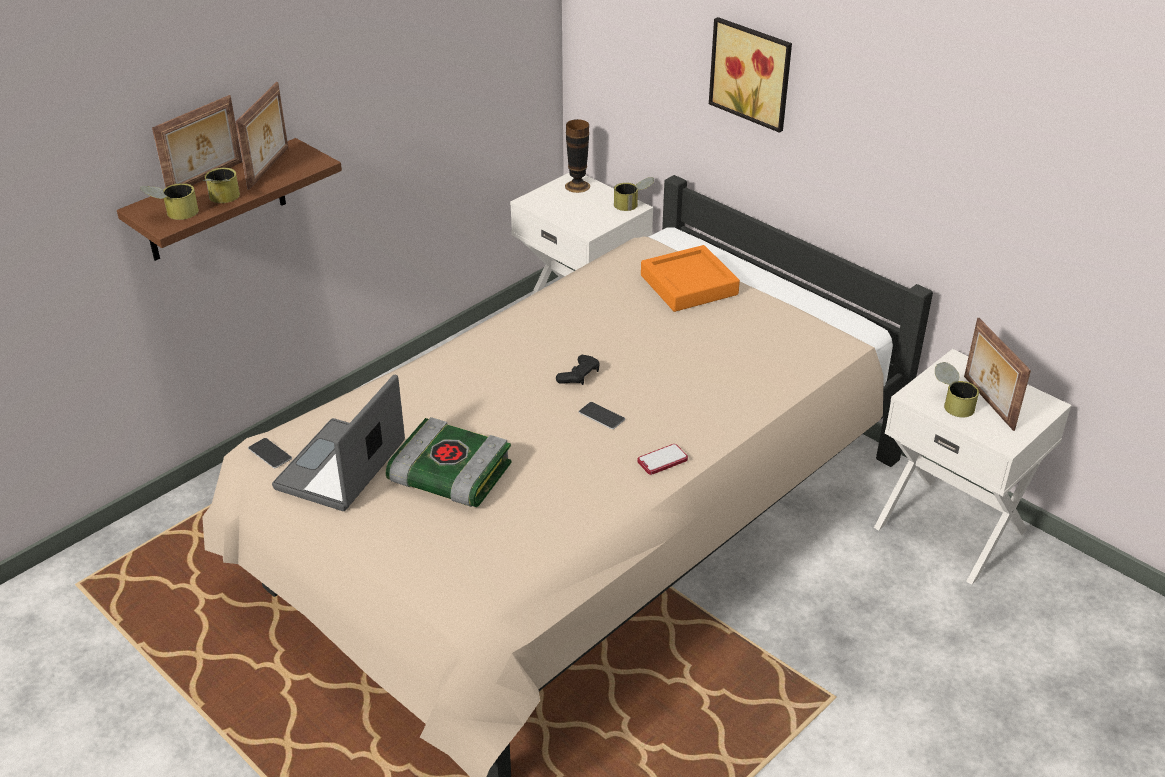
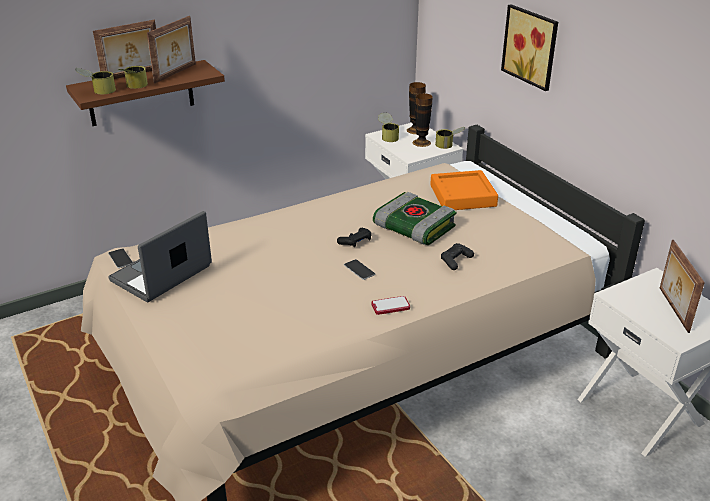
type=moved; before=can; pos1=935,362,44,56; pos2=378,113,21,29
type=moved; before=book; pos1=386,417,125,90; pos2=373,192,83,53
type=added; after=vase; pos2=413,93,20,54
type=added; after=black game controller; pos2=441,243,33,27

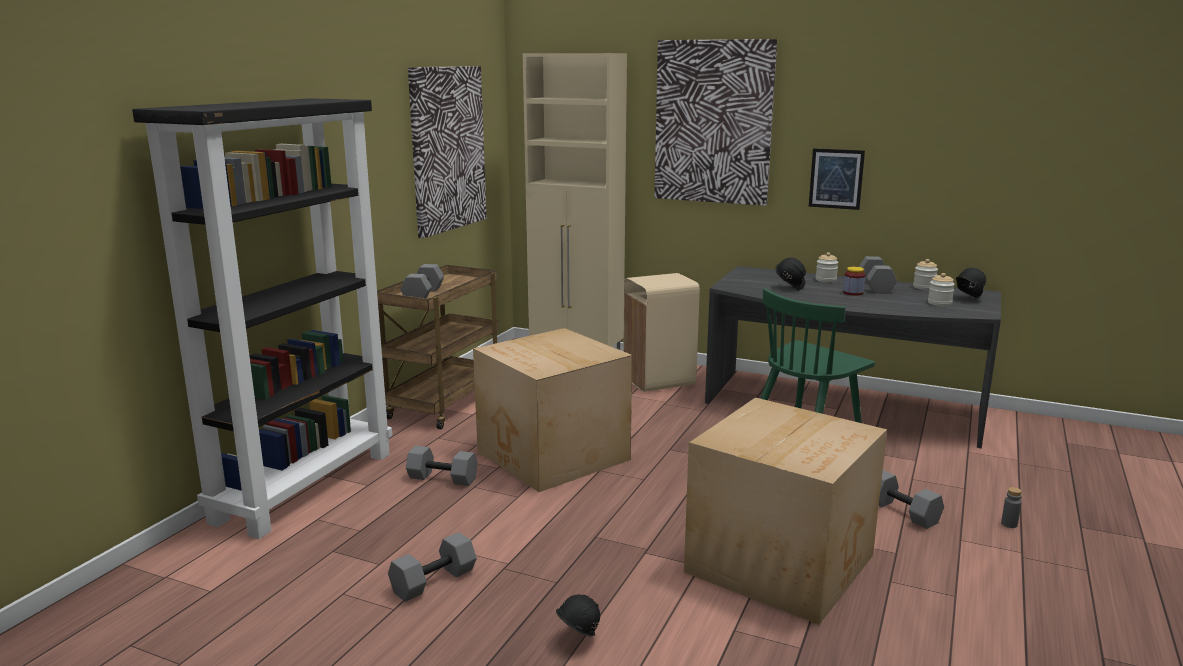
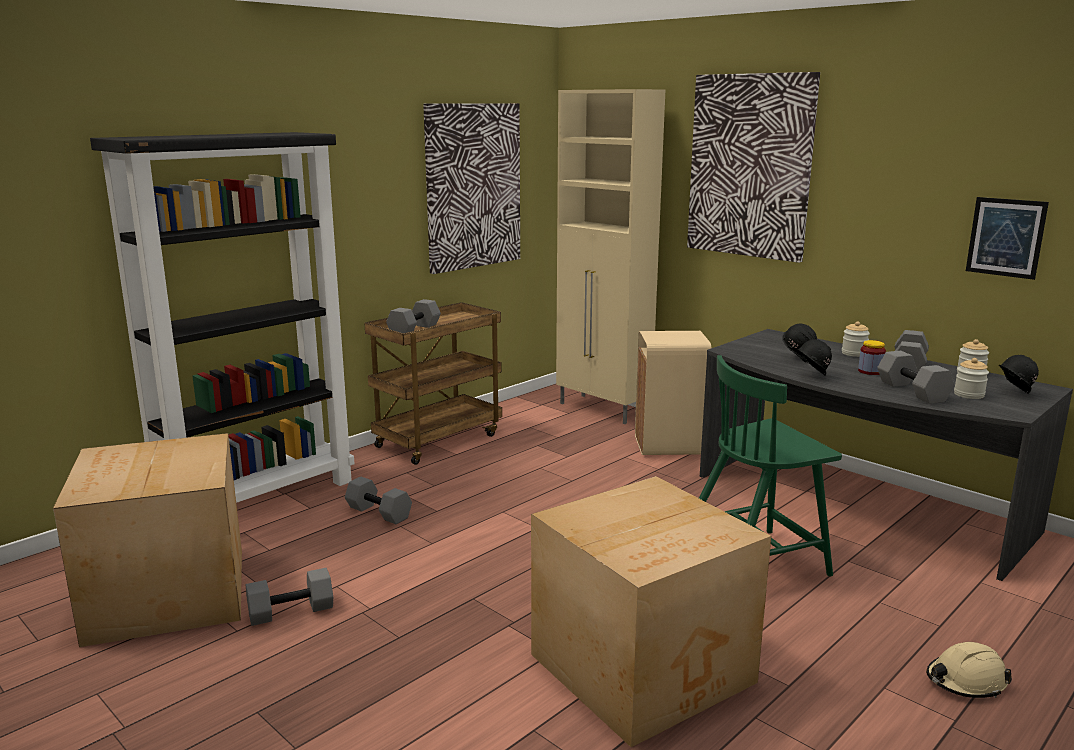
type=moved; before=picture; pos1=809,148,56,62; pos2=966,197,83,83
type=moved; before=cardboard box; pos1=473,328,159,164; pos2=53,433,189,214
type=moved; before=grey dumbbell; pos1=879,470,65,59; pos2=877,351,78,53
type=replaced; before=grey bottle; after=beige hard hat; pos1=1001,487,21,41; pos2=926,642,86,56
type=moved; before=black hard hat; pos1=556,595,44,42; pos2=798,339,34,37

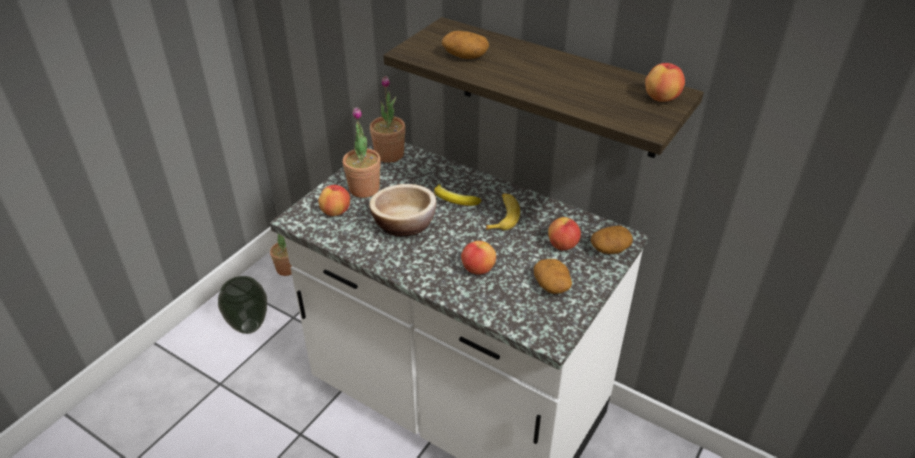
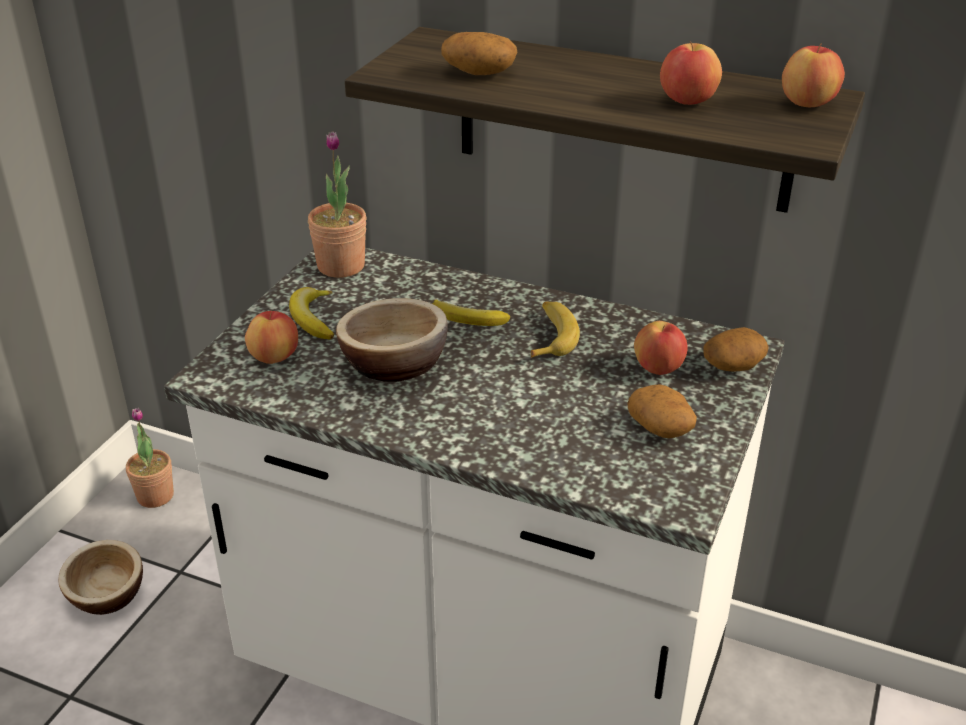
type=replaced; before=potted plant; after=banana; pos1=343,107,38,91; pos2=289,287,45,52
type=moved; before=apple; pos1=461,241,35,34; pos2=660,42,62,63
type=replaced; before=vase; after=bowl; pos1=218,276,49,58; pos2=58,540,85,75

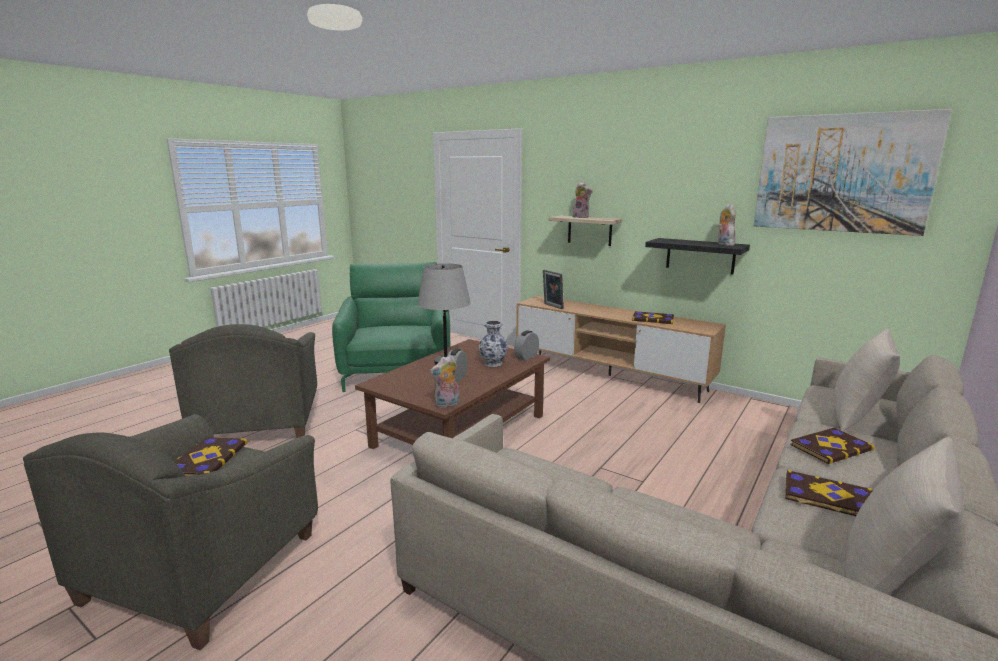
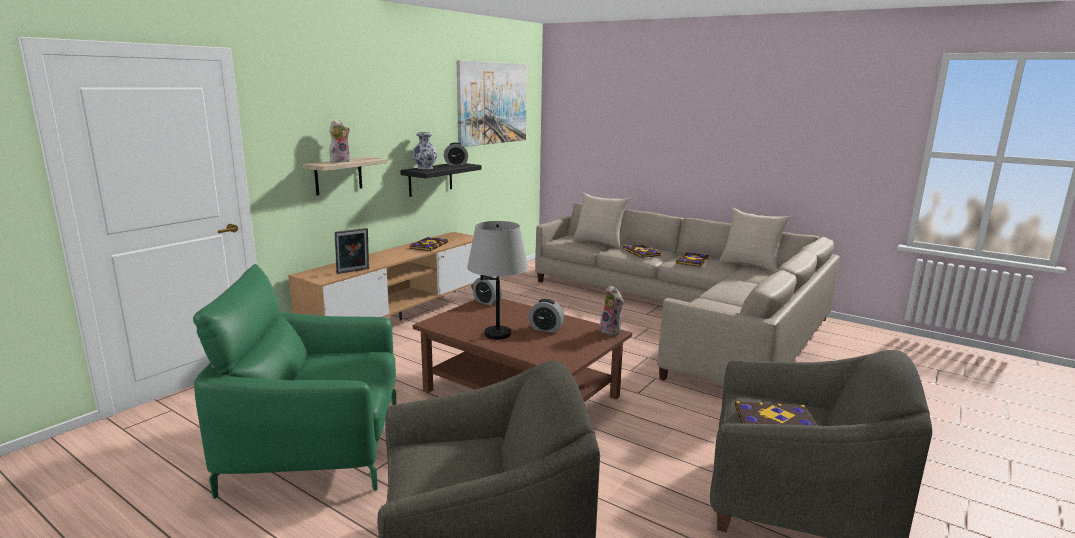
type=replaced; before=plush toy; after=alarm clock; pos1=718,204,18,42; pos2=444,142,24,24
type=moved; before=vase; pos1=478,321,30,46; pos2=412,132,25,37

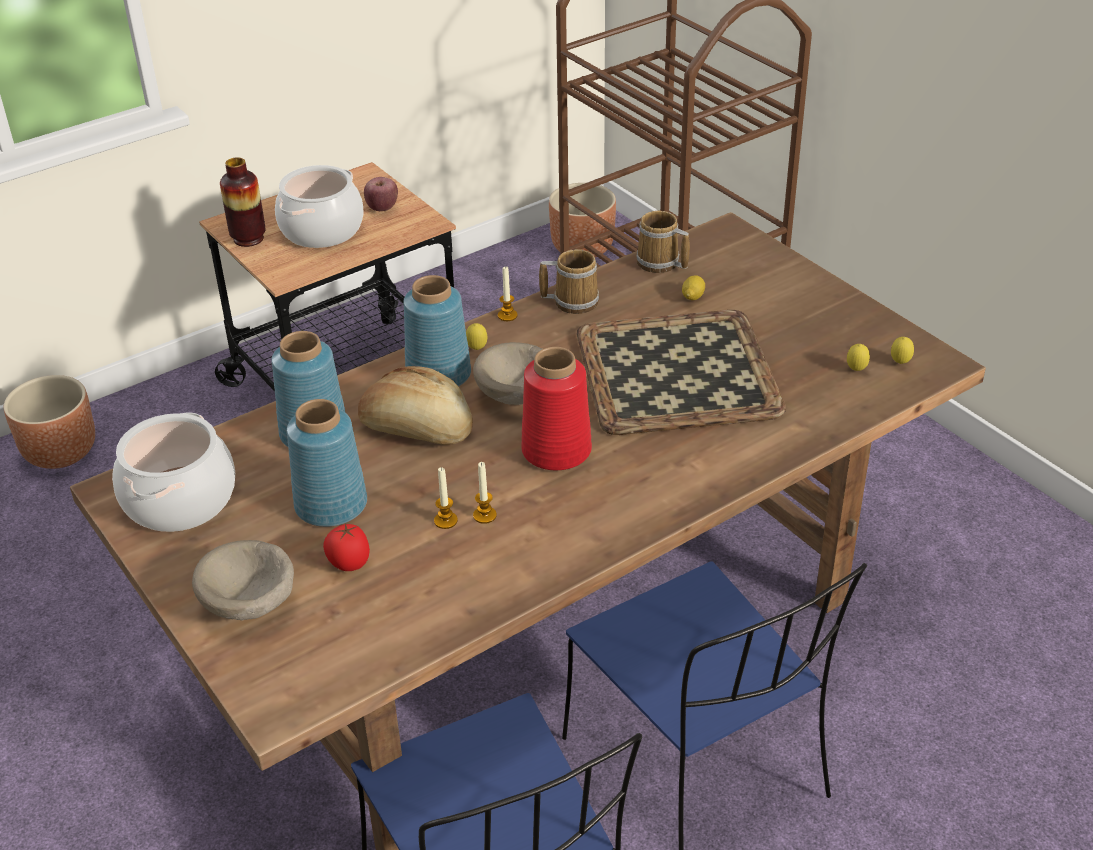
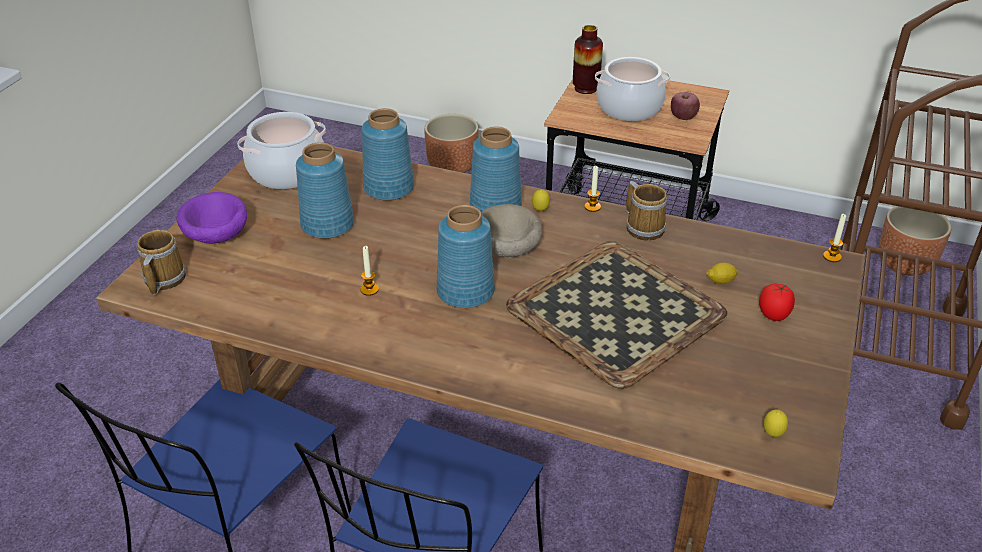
type=moved; before=mug; pos1=636,211,54,62; pos2=137,230,49,65
type=removed; before=lemon; pos1=847,344,23,27
type=recoloured; before=red vase; after=blue vase; pos1=521,347,71,123; pos2=437,205,58,103
type=removed; before=bread; pos1=358,366,115,79
type=moved; before=candle; pos1=434,467,24,62; pos2=823,214,23,48
type=moved; before=tomato; pos1=323,523,47,48; pos2=759,284,36,37
type=recoloured; before=beige bowl; after=purple bowl; pos1=192,540,102,81; pos2=177,192,70,52

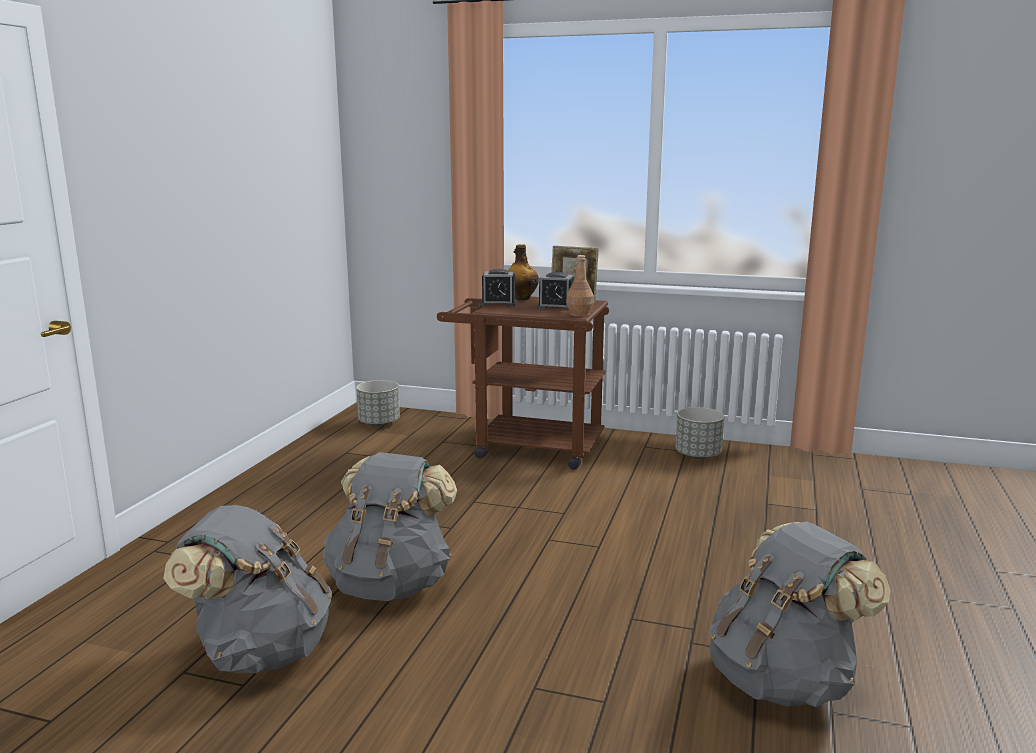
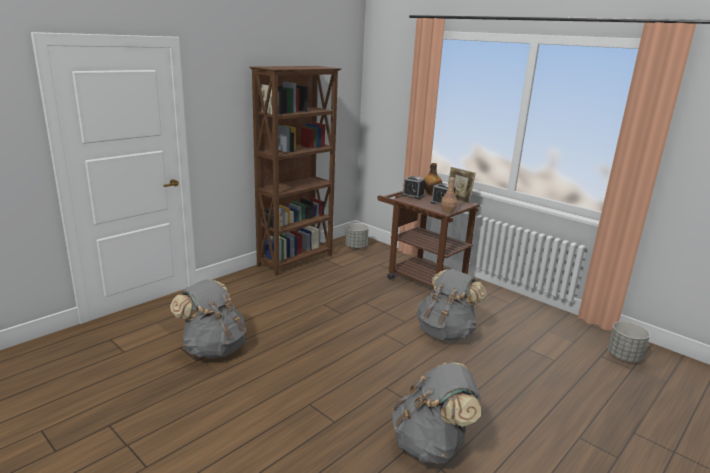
type=moved; before=grey planter; pos1=675,407,50,52; pos2=607,321,43,41
type=moved; before=grey backpack; pos1=323,452,134,149; pos2=417,269,70,72
type=added; after=brown bookcase; pos2=249,66,93,210

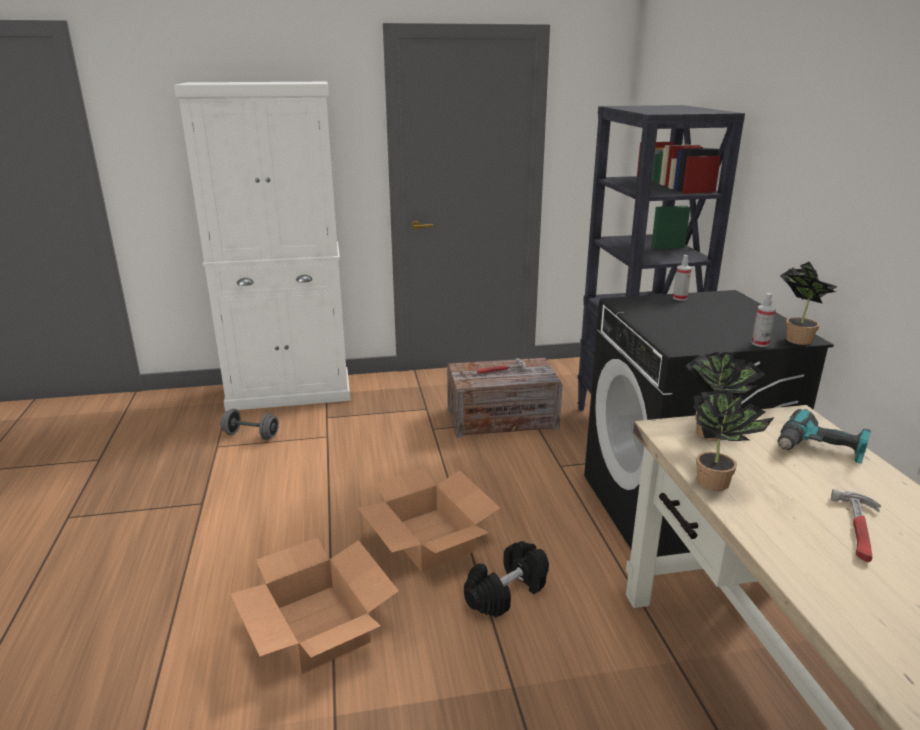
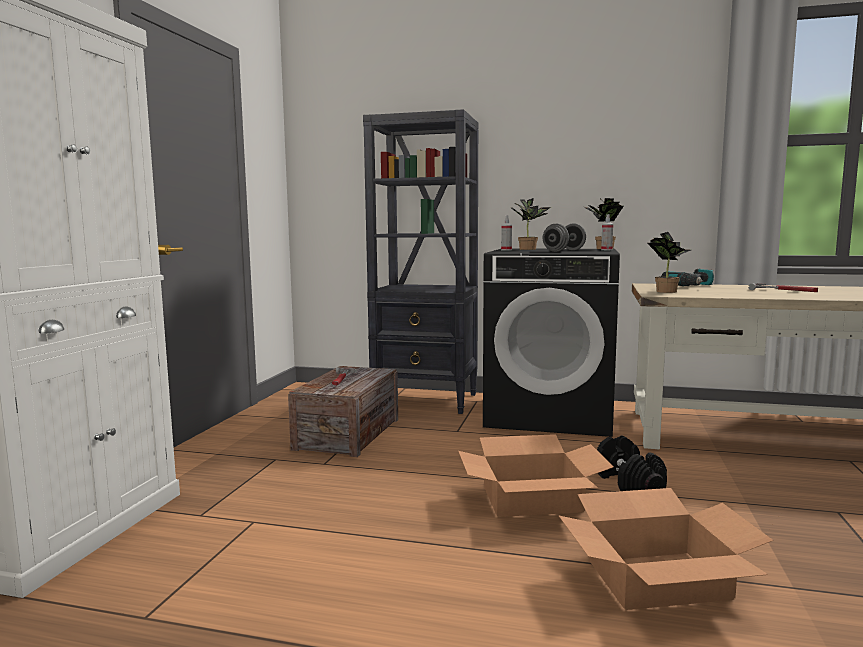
type=moved; before=potted plant; pos1=693,390,82,101; pos2=510,198,41,52
type=moved; before=grey dumbbell; pos1=220,409,59,31; pos2=543,223,43,29

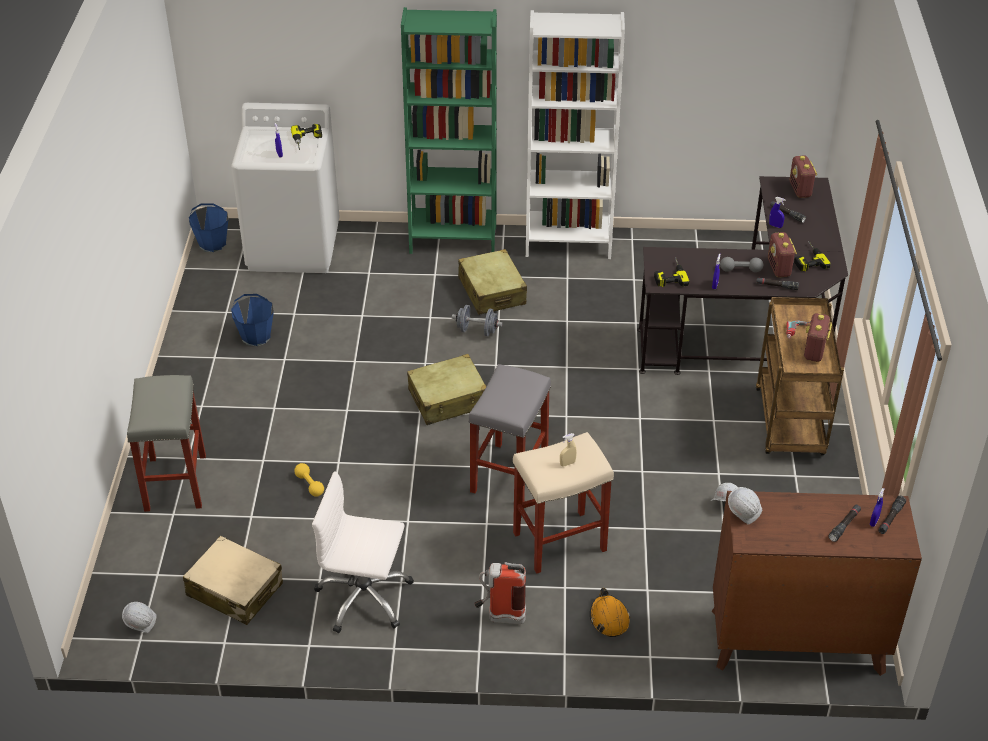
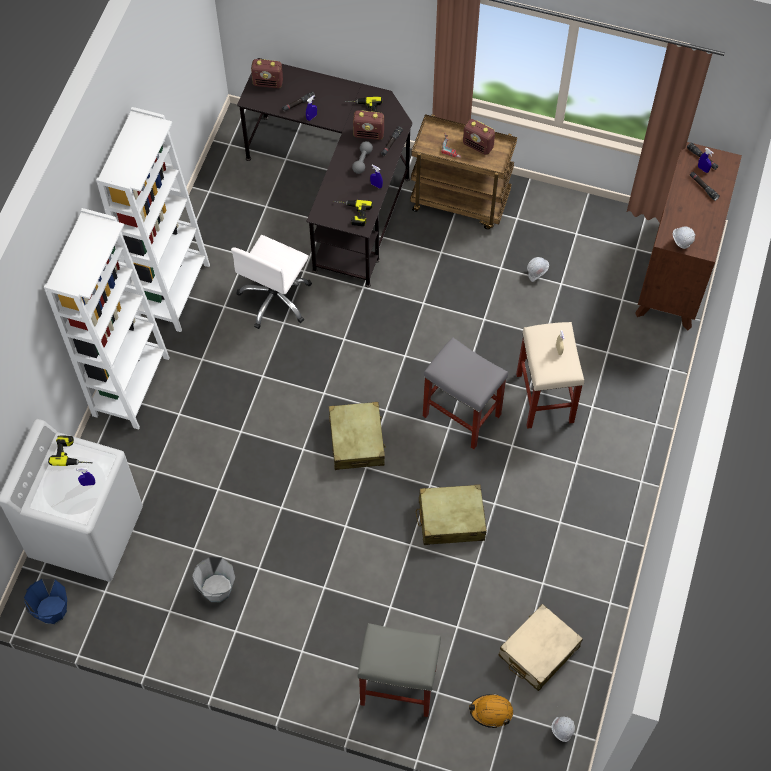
type=recoloured; before=green bookcase; after=white bookcase; pos1=401,7,96,247; pos2=44,208,126,222
type=moved; before=beige suitcase; pos1=458,249,69,66; pos2=416,484,71,61
type=recoloured; before=blue bucket; after=grey bucket; pos1=231,294,43,52; pos2=192,557,43,45
type=removed; before=grey dumbbell; pos1=452,305,51,31
type=removed; before=yellow dumbbell; pos1=294,463,30,34
type=moved; before=white office chair; pos1=312,471,102,162; pos2=231,235,81,94
type=removed; before=fire extinguisher; pos1=474,562,52,62
type=moved; before=orange hard hat; pos1=590,588,40,49; pos2=469,694,44,34

